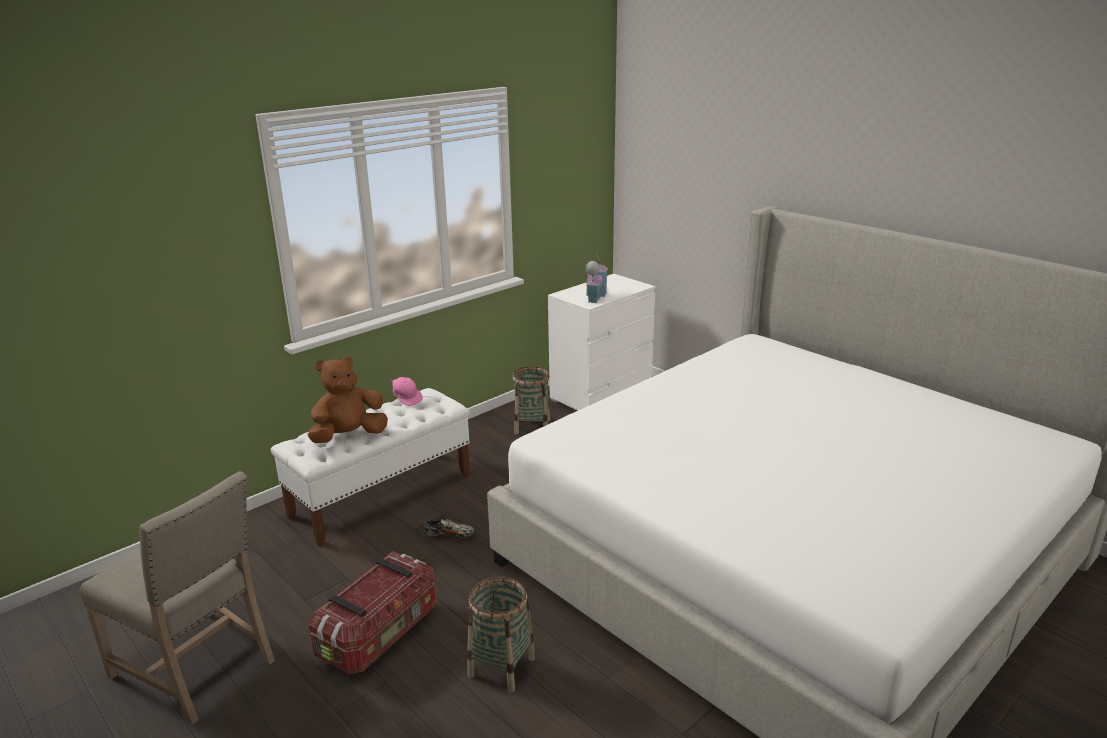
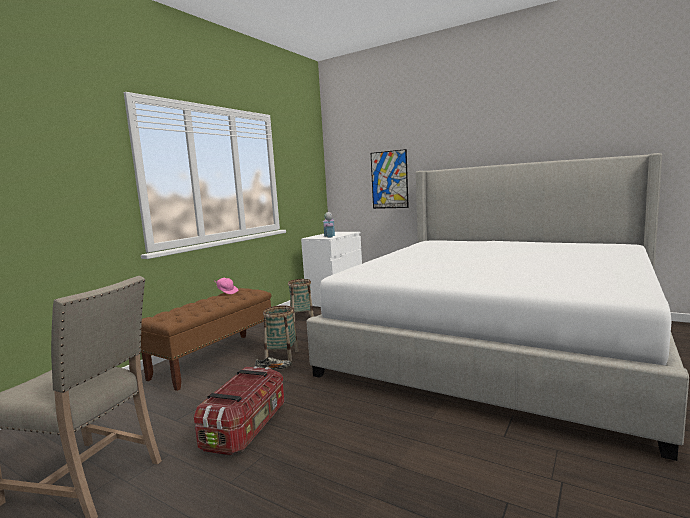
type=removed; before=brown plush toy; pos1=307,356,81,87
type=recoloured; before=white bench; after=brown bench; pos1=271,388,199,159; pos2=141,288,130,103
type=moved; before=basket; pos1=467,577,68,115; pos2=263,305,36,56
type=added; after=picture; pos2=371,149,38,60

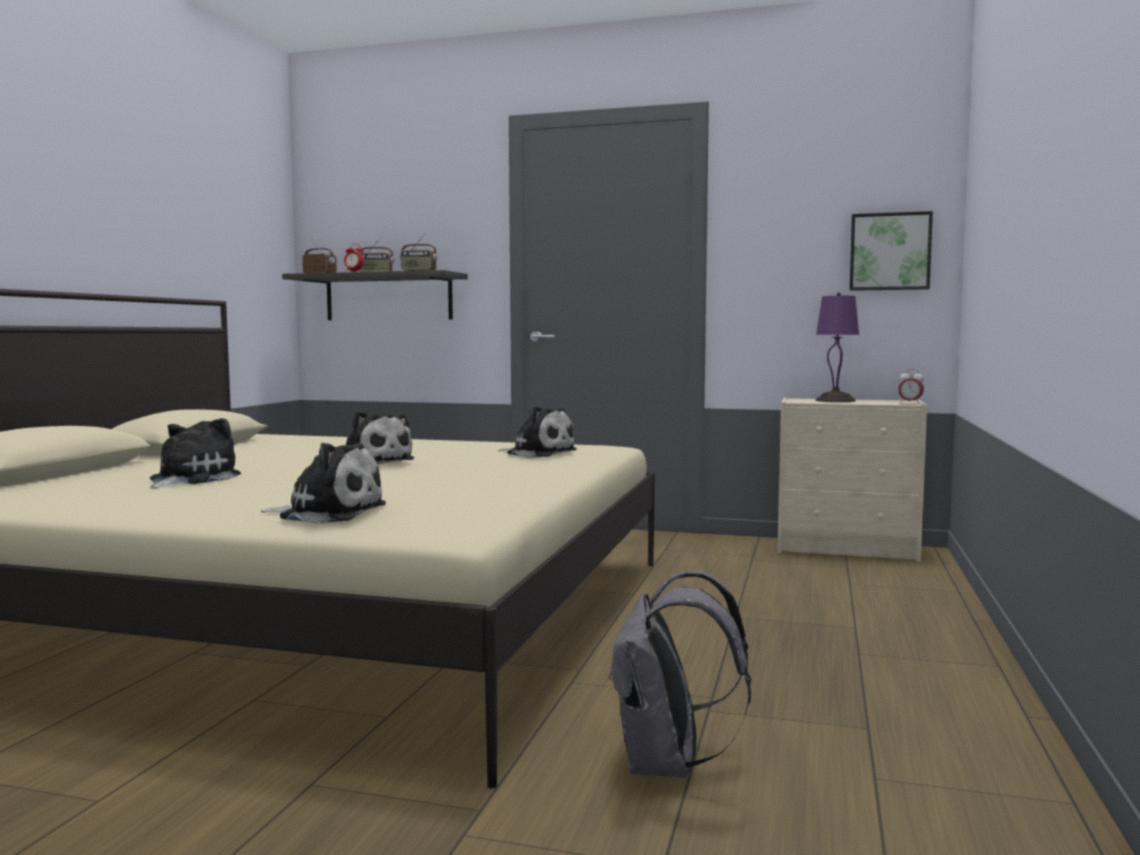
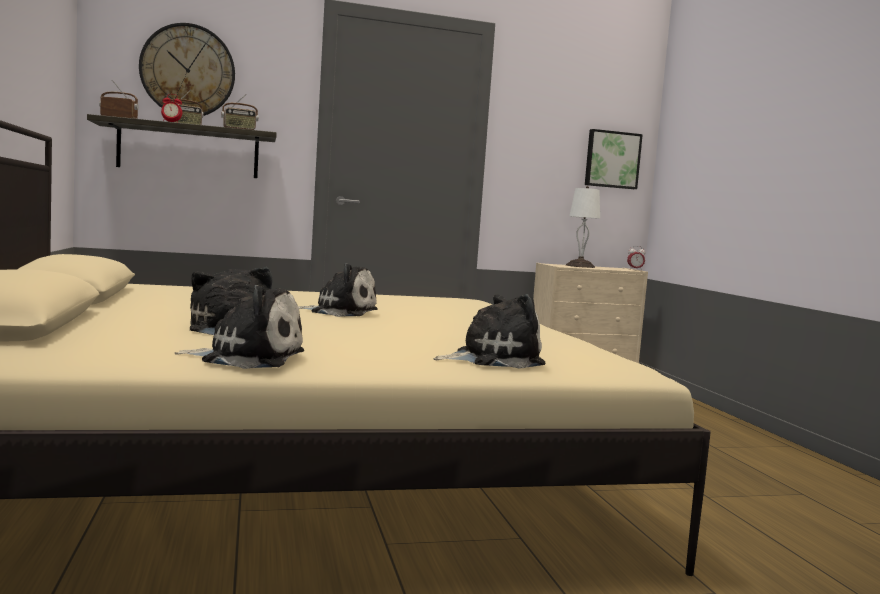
type=recoloured; before=purple table lamp; after=white table lamp; pos1=815,292,44,110; pos2=566,186,34,82
type=moved; before=plush toy; pos1=498,405,79,53; pos2=175,285,129,84
type=removed; before=grey backpack; pos1=608,570,143,208
type=added; after=wall clock; pos2=139,23,96,93

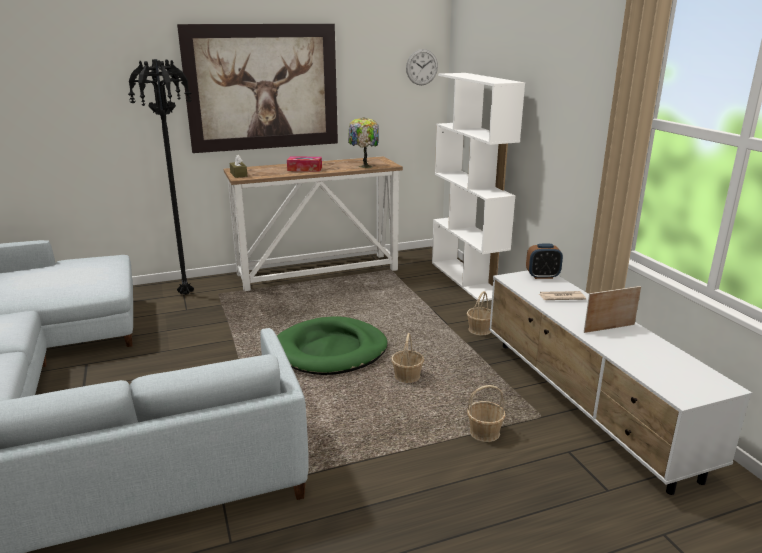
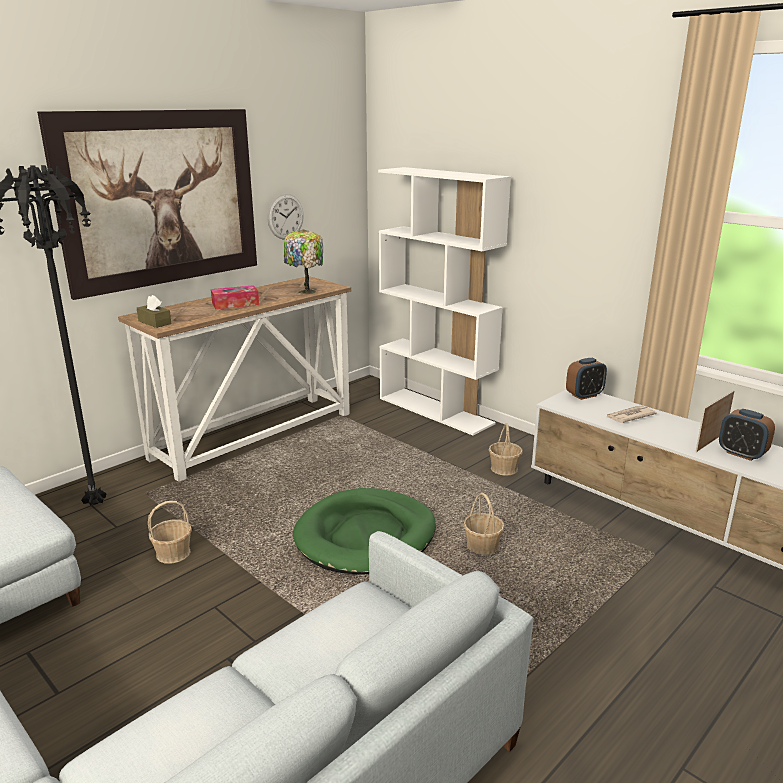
type=moved; before=wall clock; pos1=406,49,32,36; pos2=267,194,37,46
type=moved; before=basket; pos1=467,385,39,57; pos2=148,501,44,63
type=added; after=alarm clock; pos2=719,409,56,52

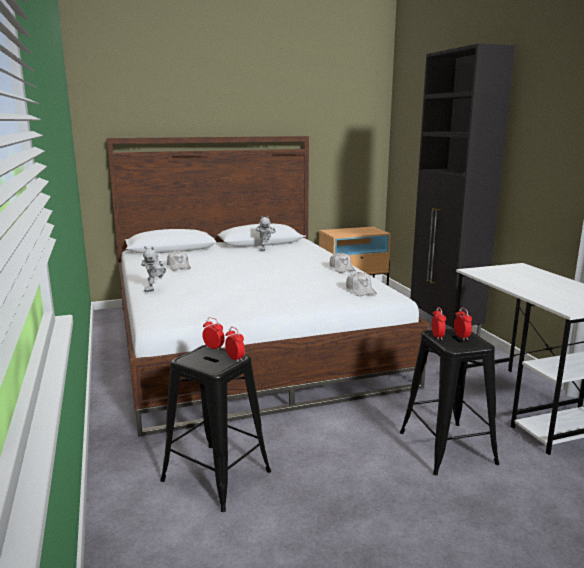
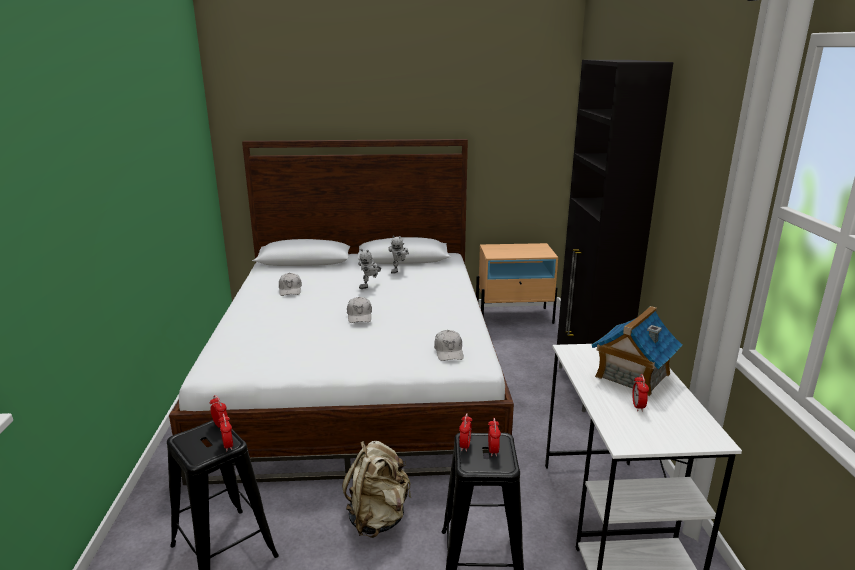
type=moved; before=toy robot; pos1=141,246,25,46; pos2=358,249,23,40
type=moved; before=white cap; pos1=330,252,26,21; pos2=347,297,25,26
type=added; after=toy house; pos2=591,306,91,90
type=added; after=alarm clock; pos2=632,374,17,37
type=added; after=beige backpack; pos2=342,441,69,97

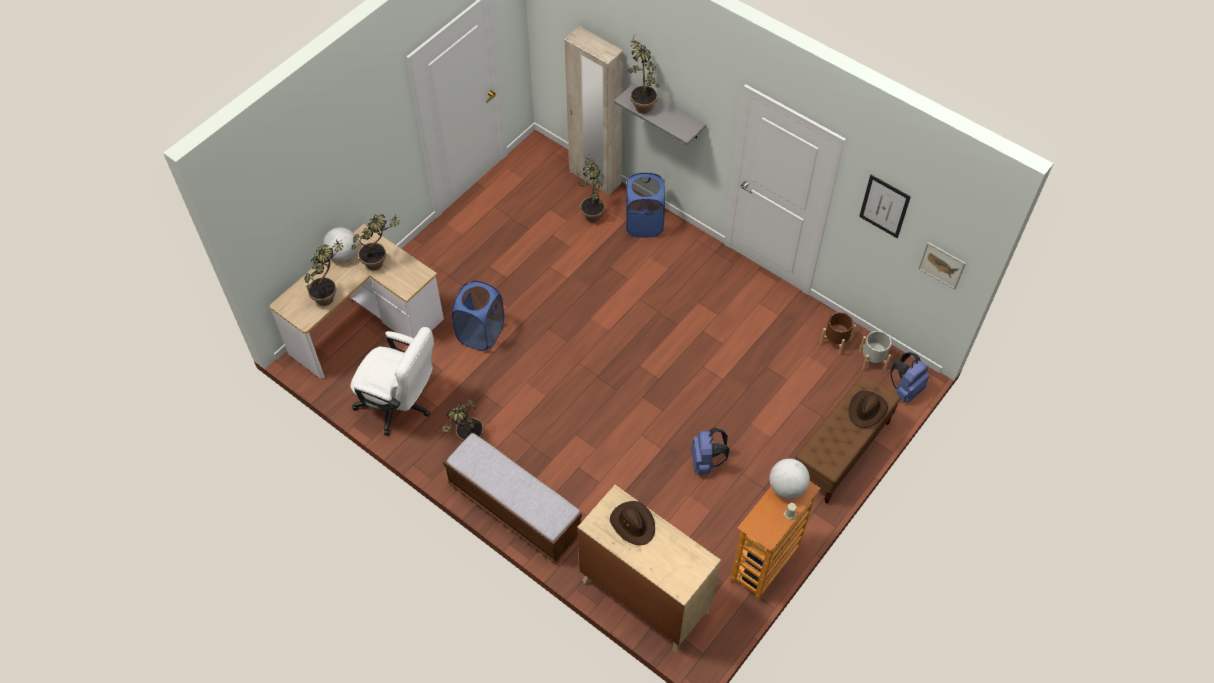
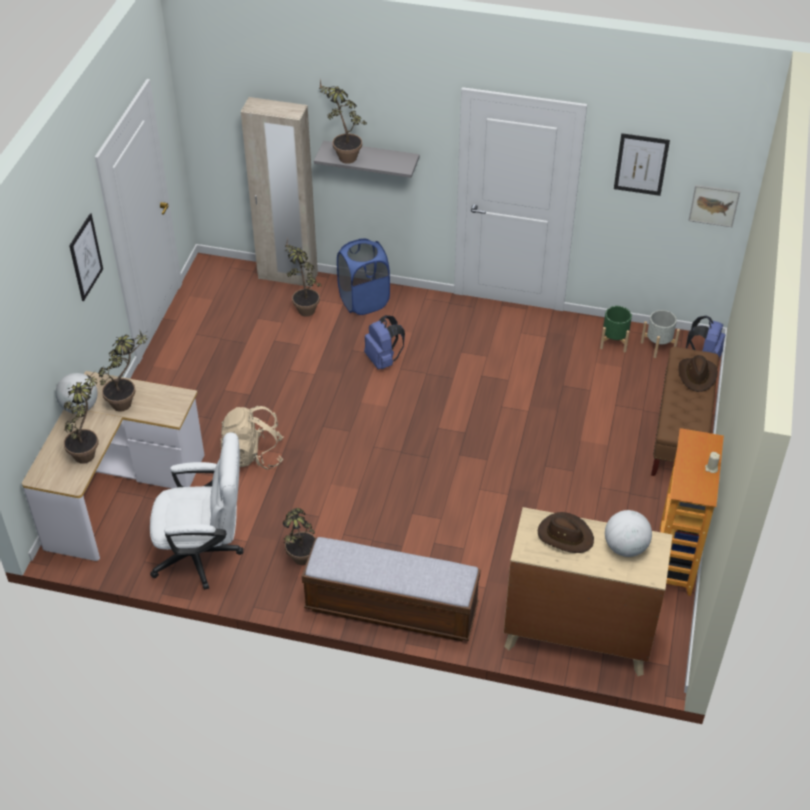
type=replaced; before=blue laundry basket; after=beige backpack; pos1=452,281,52,70; pos2=220,406,64,63
type=recoloured; before=brown planter; after=green planter; pos1=820,312,36,44; pos2=600,306,32,47
type=moved; before=blue backpack; pos1=691,428,39,46; pos2=364,315,41,55
type=moved; before=globe; pos1=769,459,41,40; pos2=605,510,47,47
type=added; after=picture; pos2=69,214,34,87

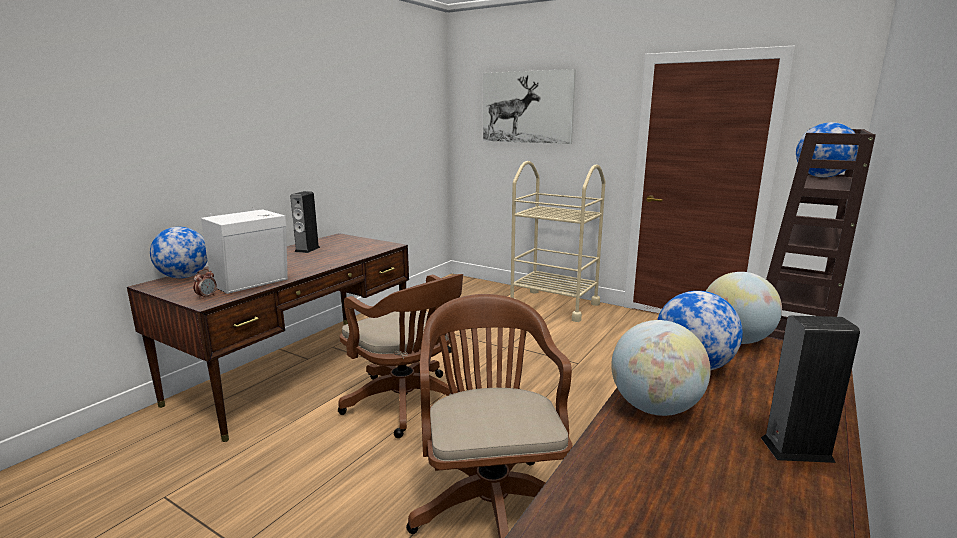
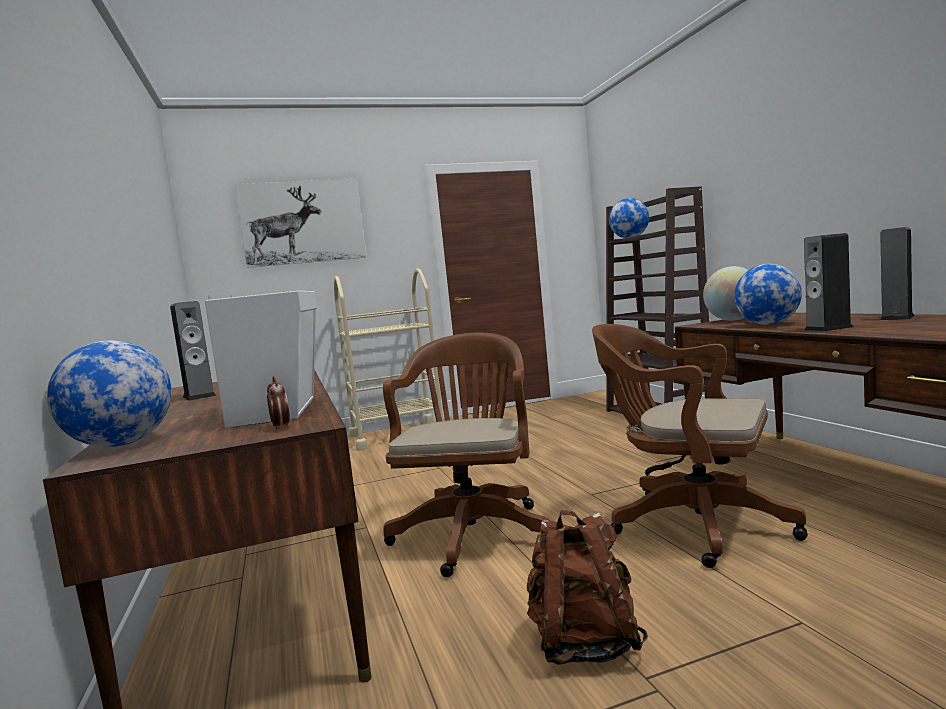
type=turned; before=brown office chair; pos1=338,274,127,164; pos2=383,333,167,244; turn=-75
type=replaced; before=globe; after=speaker; pos1=611,320,100,96; pos2=804,233,50,99
type=added; after=brown backpack; pos2=527,510,121,155

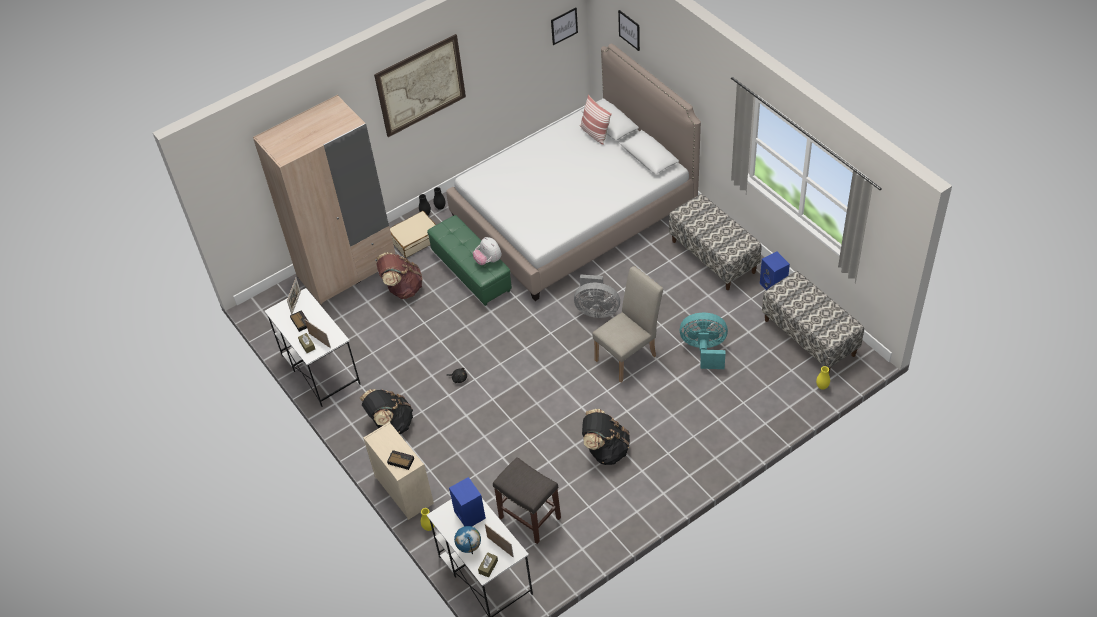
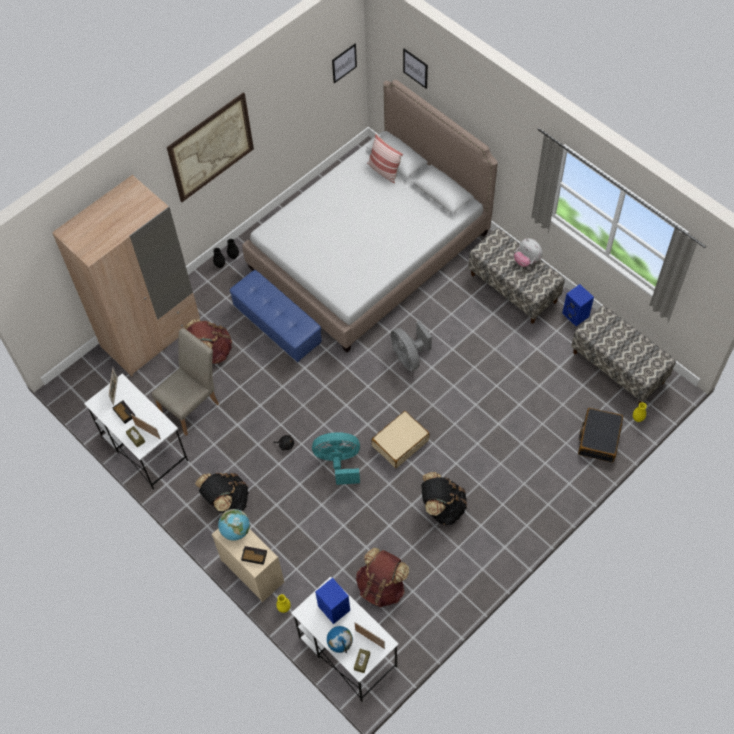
type=moved; before=beige suitcase; pos1=390,211,46,47; pos2=372,411,58,57
type=recoloured; before=green ottoman; after=blue ottoman; pos1=427,215,85,91; pos2=230,270,92,92
type=moved; before=plush toy; pos1=473,237,29,28; pos2=514,238,29,29
type=moved; before=beige chair; pos1=593,266,70,116; pos2=152,328,67,108
type=turned; before=grey fan; pos1=574,274,46,44; pos2=390,321,42,50; turn=60
type=moved; before=turquoise fan; pos1=680,313,48,56; pos2=312,432,48,53
type=replaced; before=grey stool; after=brown backpack; pos1=493,457,68,87; pos2=356,548,53,59
type=added; after=black suitcase; pos2=578,408,45,54
type=added; after=globe; pos2=218,509,32,32

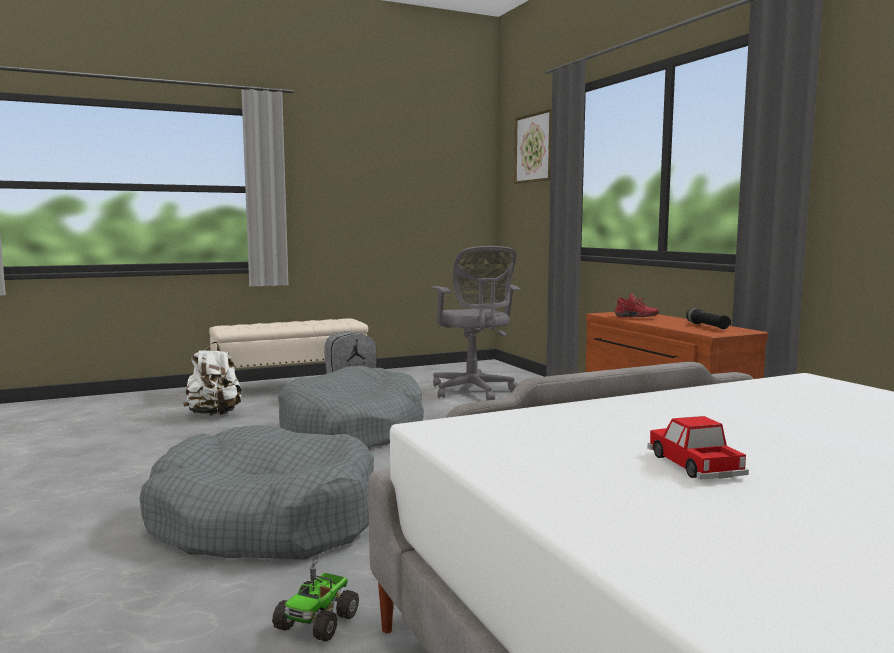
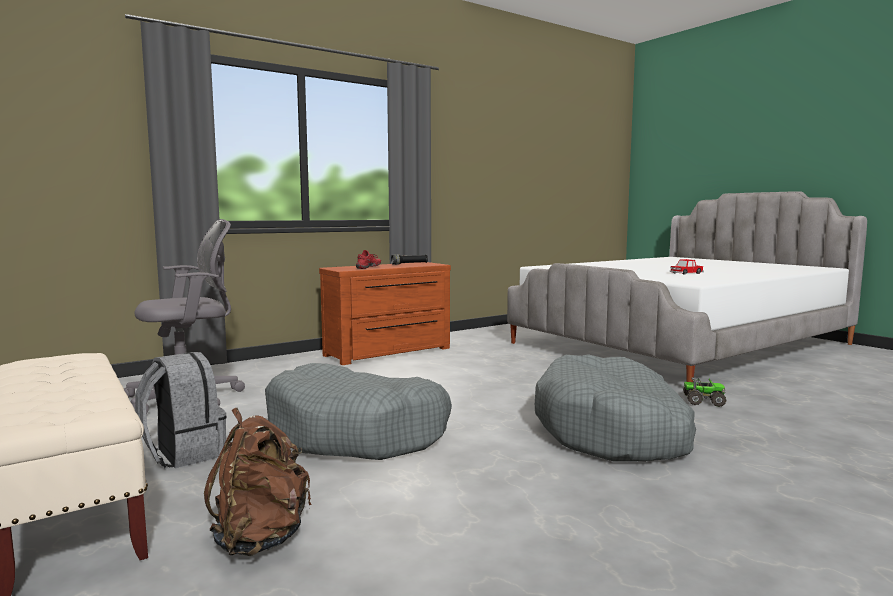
type=removed; before=picture; pos1=514,109,38,75
type=recoloured; before=white backpack; after=brown backpack; pos1=183,342,59,74; pos2=204,408,108,148

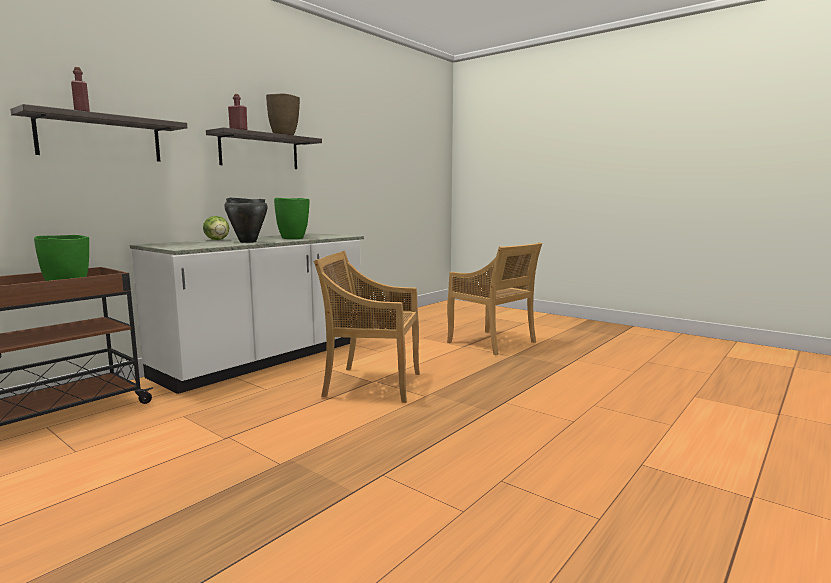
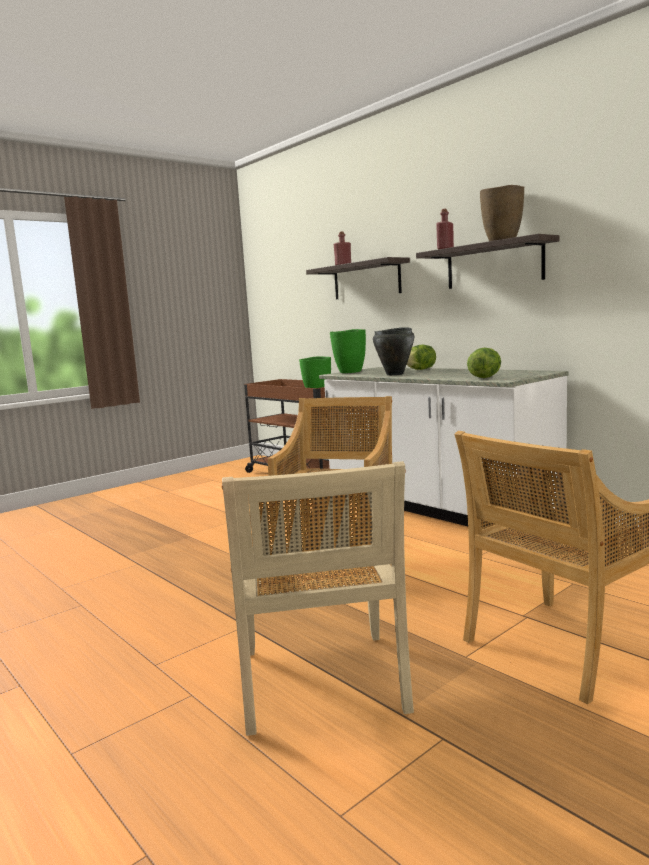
type=moved; before=green vase; pos1=274,198,36,41; pos2=330,329,36,44
type=added; after=lettuce; pos2=467,348,34,30
type=added; after=beige chair; pos2=222,461,192,275

